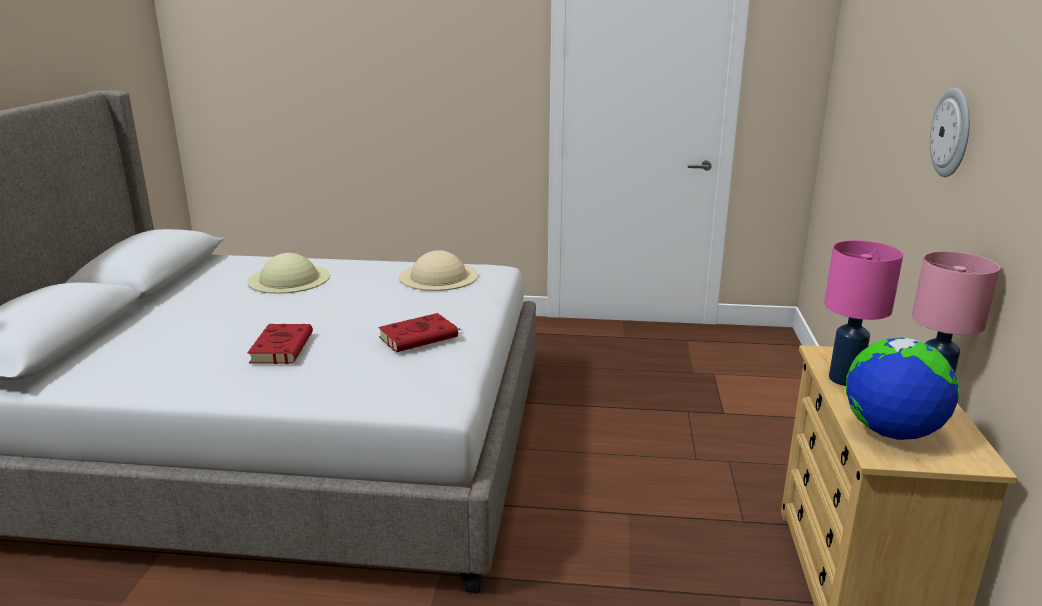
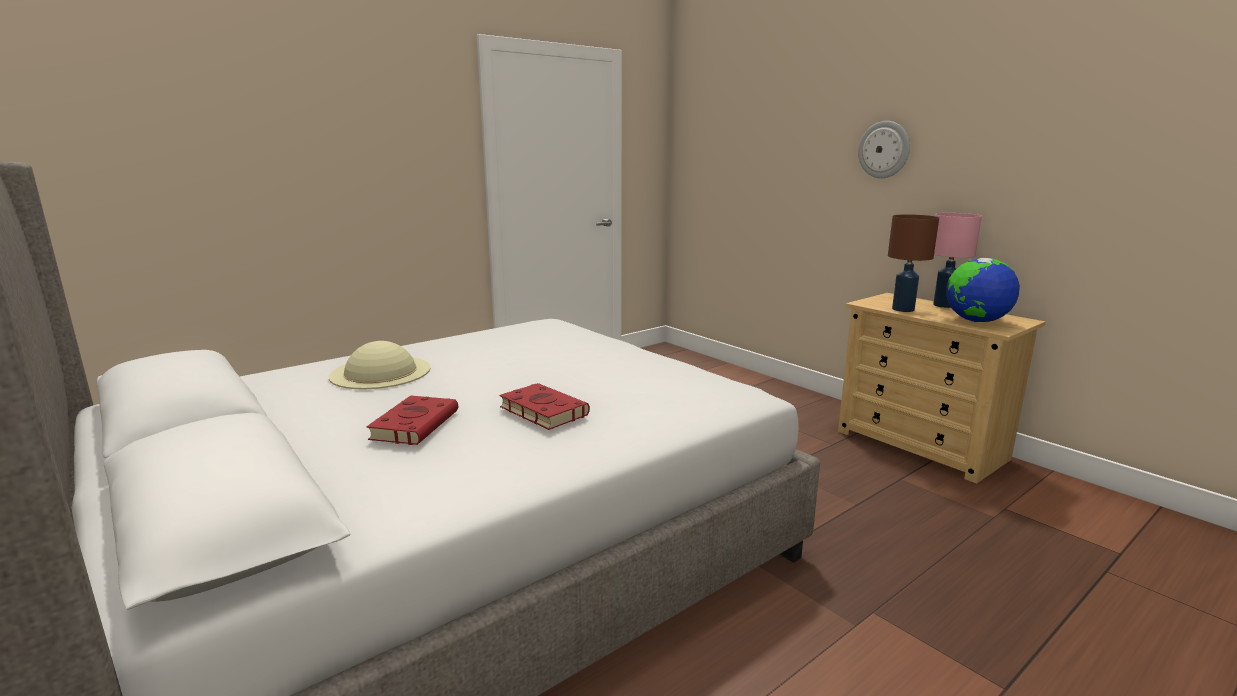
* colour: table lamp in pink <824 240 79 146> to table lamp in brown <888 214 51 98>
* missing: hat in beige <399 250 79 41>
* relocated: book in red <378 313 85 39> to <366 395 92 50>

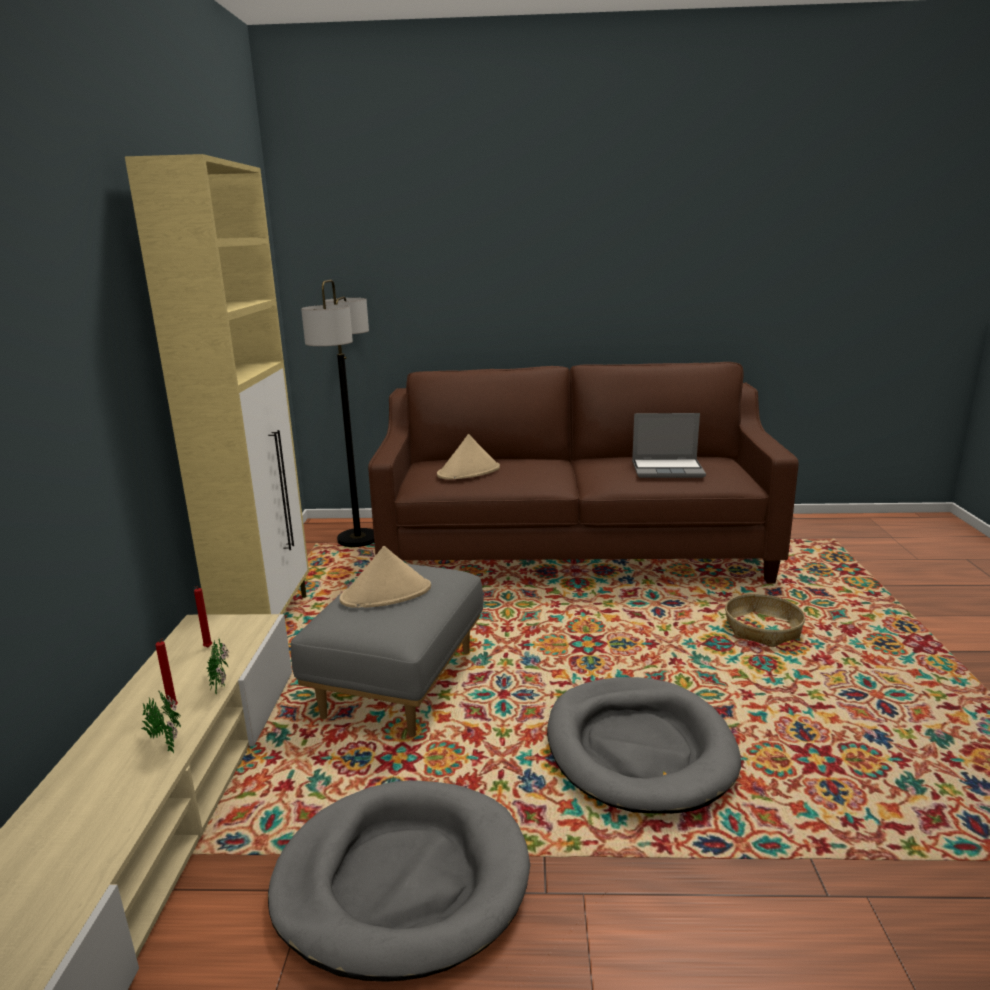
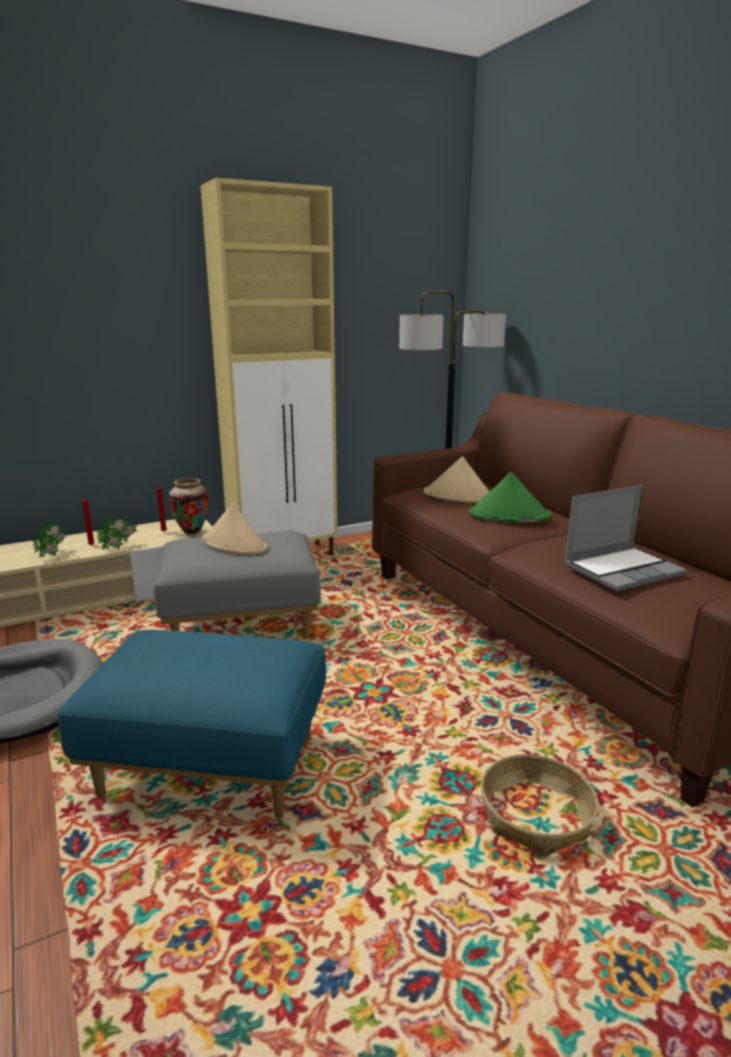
* spun: laptop <632 413 74 65> = <564 485 123 107> 90 degrees counterclockwise
* exchanged: dog bed in grey <547 677 194 137> to ottoman in blue <58 630 268 189>
* appeared: hat in green <469 472 82 51>
* appeared: vase <168 478 41 57>

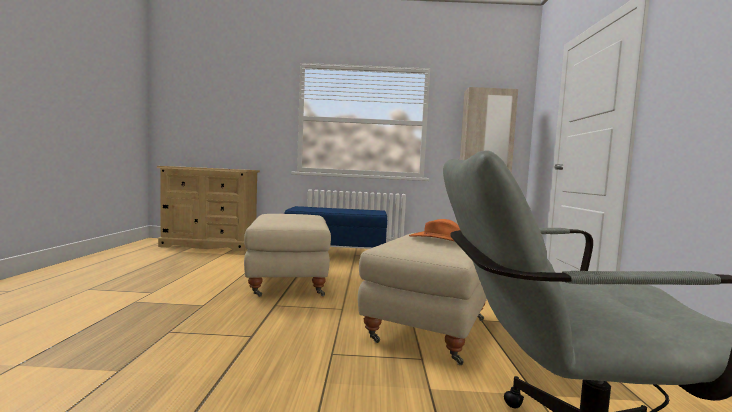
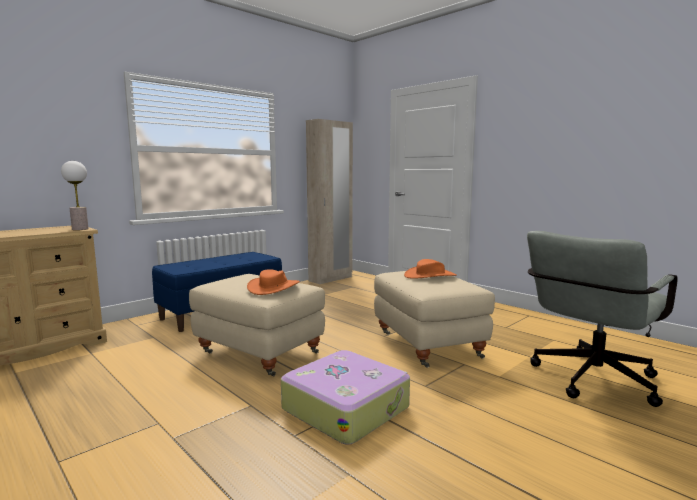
* appeared: table lamp <61 161 28 69>
* appeared: hat in orange <247 269 53 26>
* appeared: suitcase <281 350 129 95>

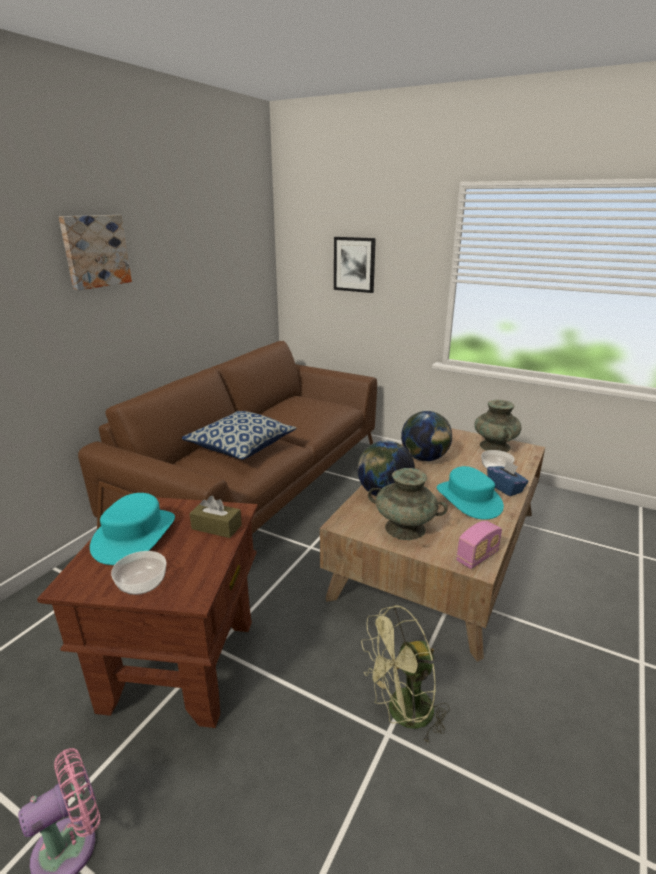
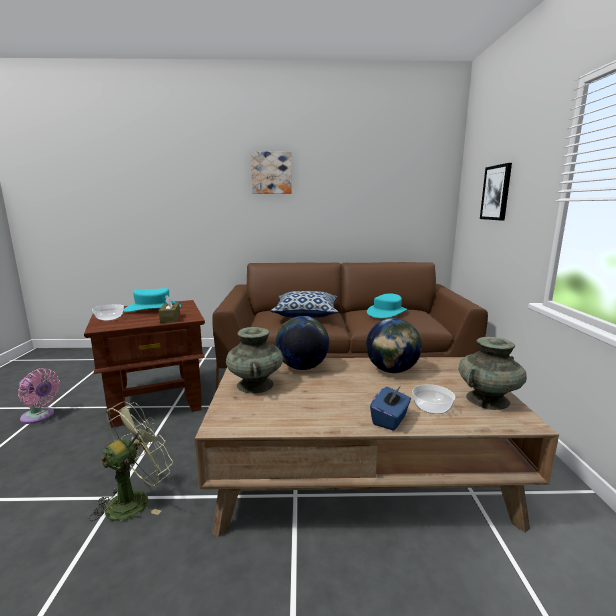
* relocated: hat in turquoise <437 466 67 54> to <367 293 40 25>
* missing: radio <457 521 45 48>
* spun: fan in green <361 605 89 140> = <89 402 84 119> 90 degrees clockwise

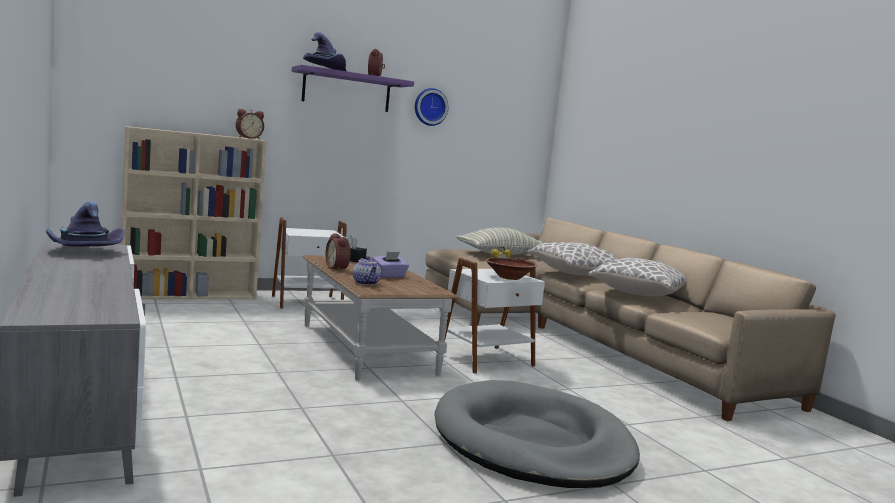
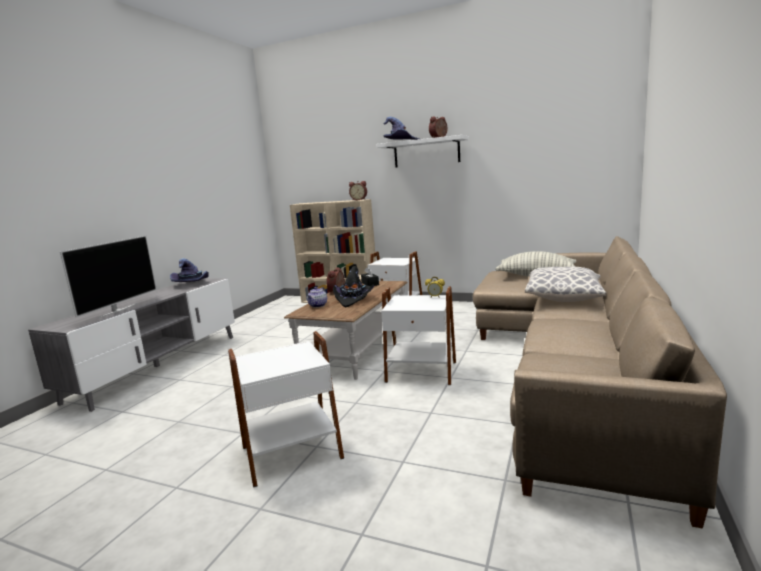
* colour: shelf in purple <292 65 122 47> to shelf in white <376 135 93 32>
* missing: wall clock <415 88 33 38>
* exchanged: tissue box in purple <372 252 37 26> to hat in black <333 266 42 41>
* missing: bowl in brown <486 258 51 22>
* missing: pillow <588 258 98 38>
* exchanged: dog bed in grey <435 380 205 108> to side table in white <228 331 116 156>
* appeared: television <60 236 97 82>

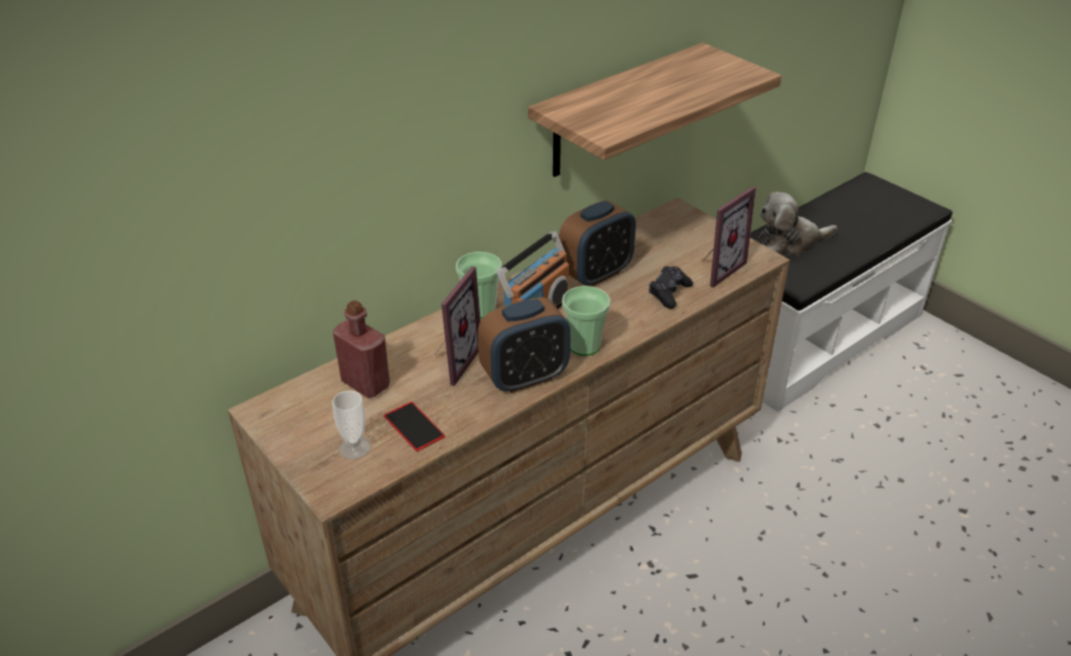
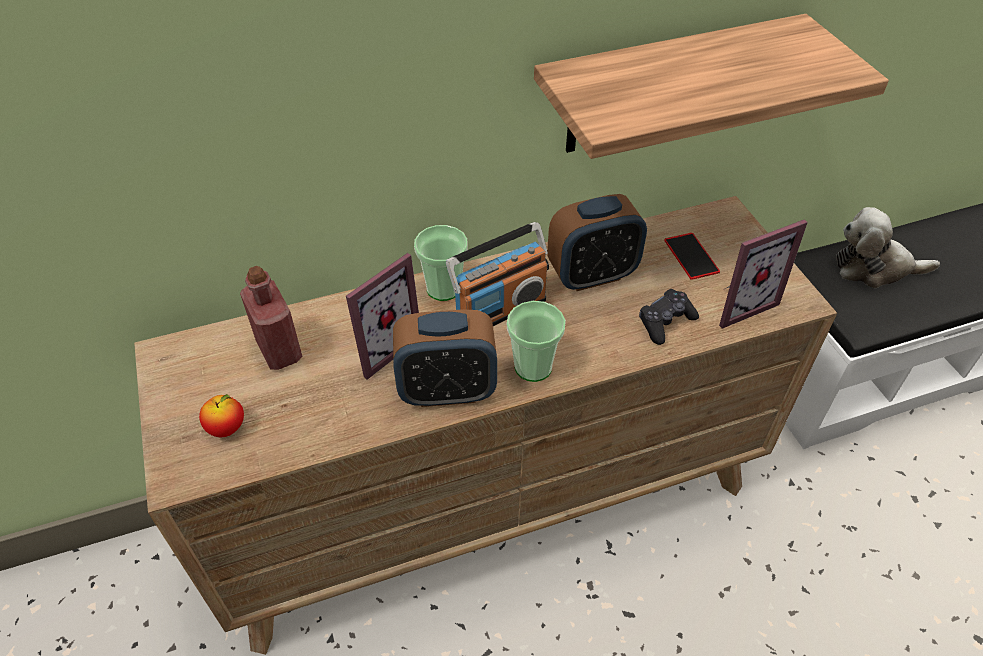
* exchanged: cup <332 390 39 69> to apple <199 394 45 43>
* relocated: phone <384 402 61 50> to <664 233 56 47>

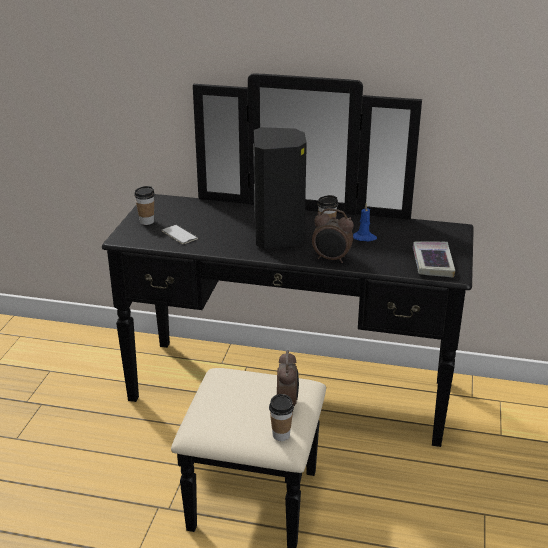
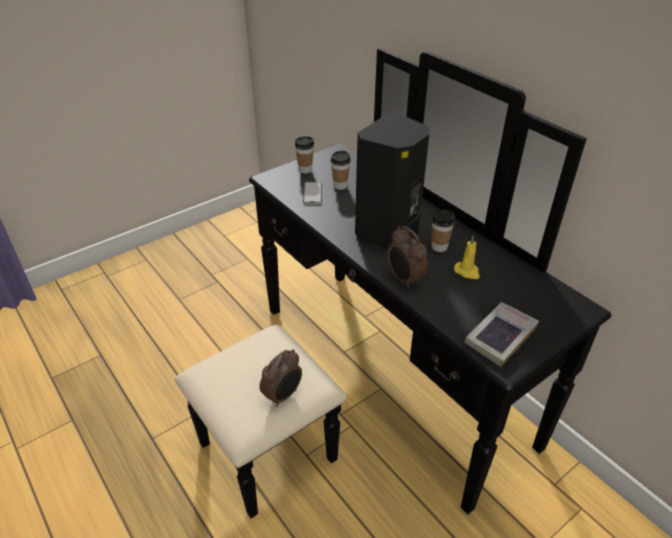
* colour: candle in blue <353 202 24 39> to candle in yellow <454 235 26 44>
* relocated: cup <269 394 25 47> to <331 150 20 40>

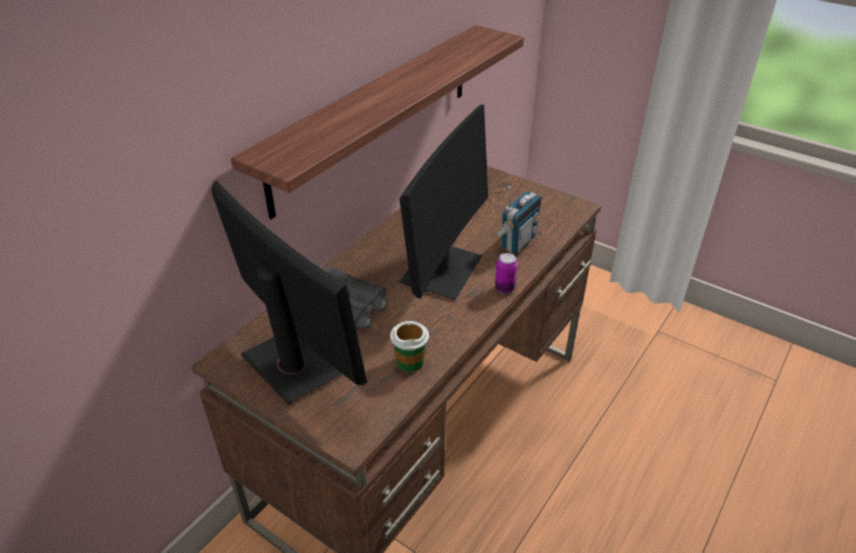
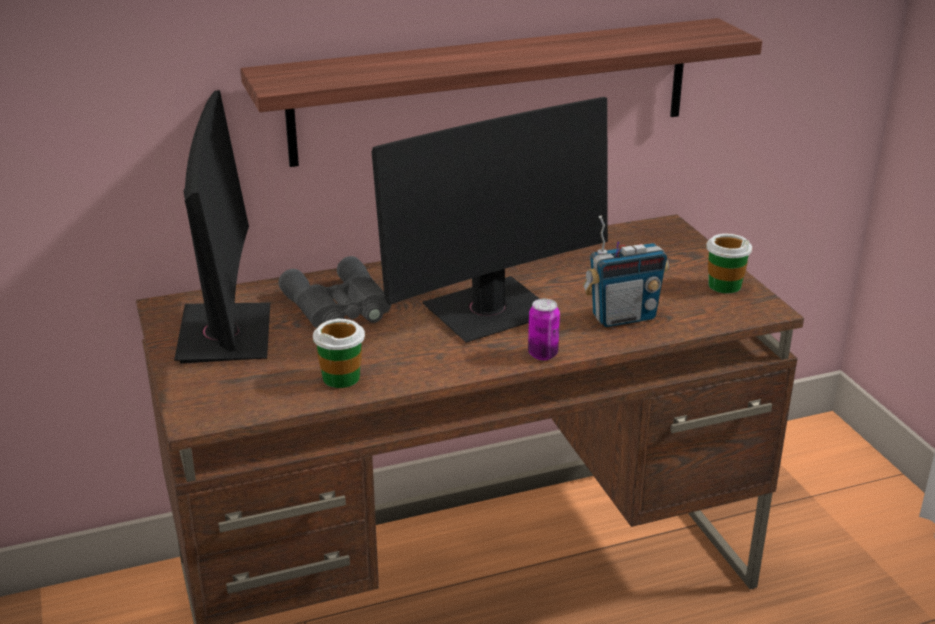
* appeared: cup <706 234 46 59>

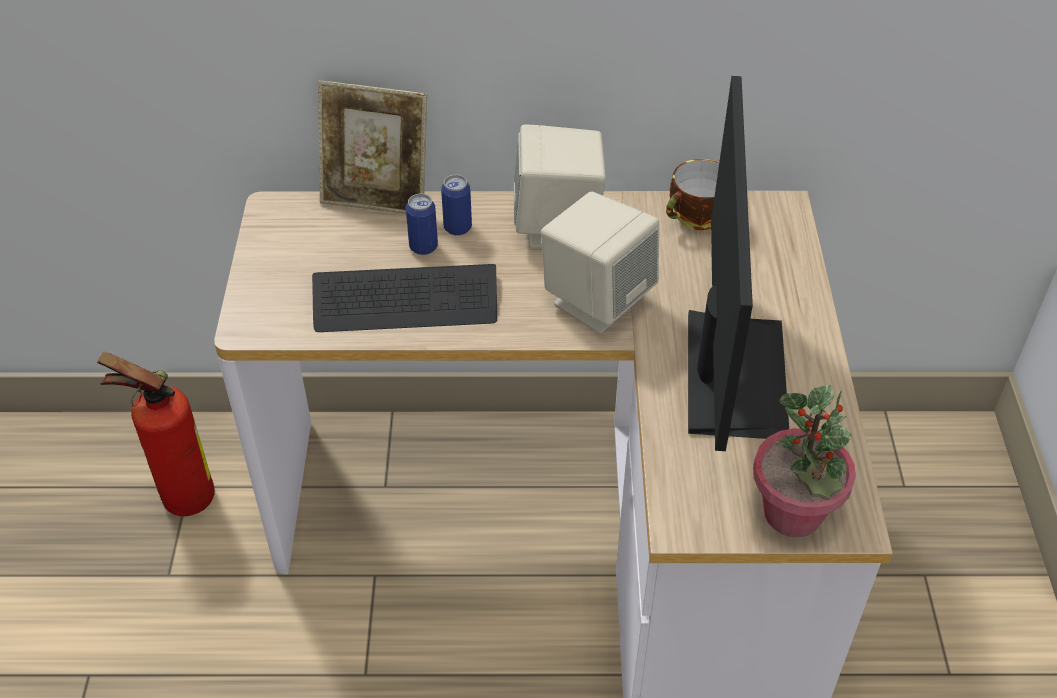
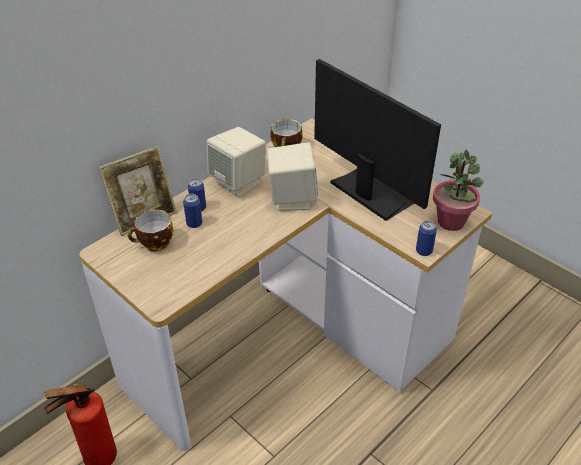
* missing: keyboard <312 264 185 68>
* appeared: cup <128 209 45 42>
* appeared: can <416 220 21 36>

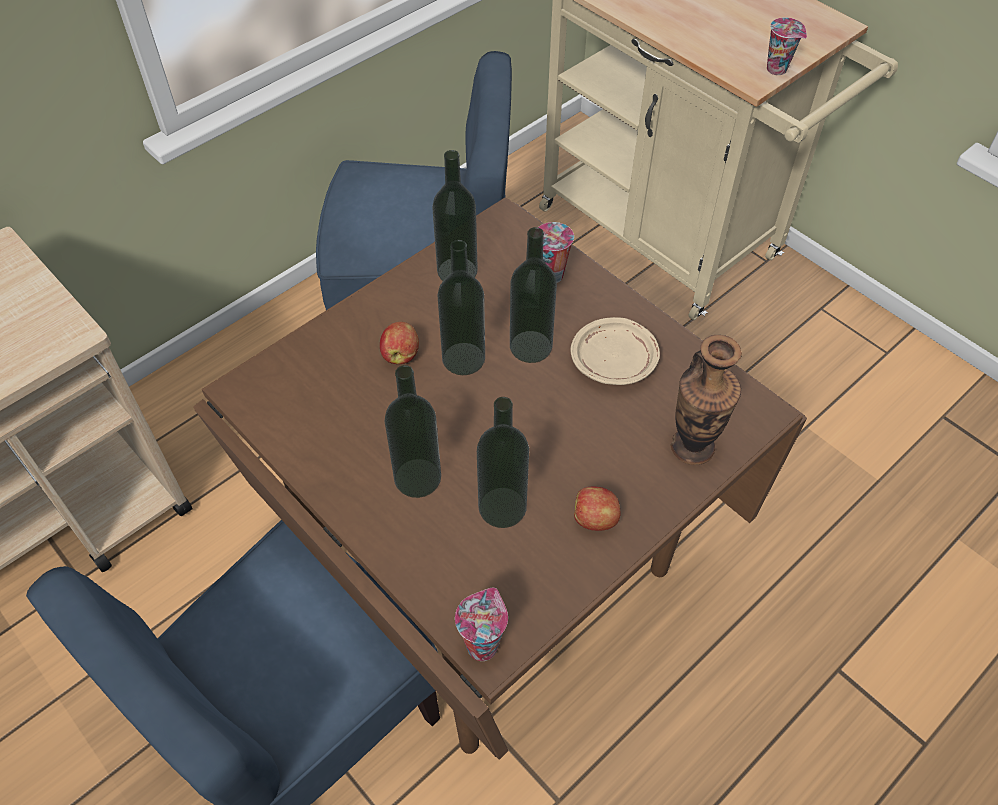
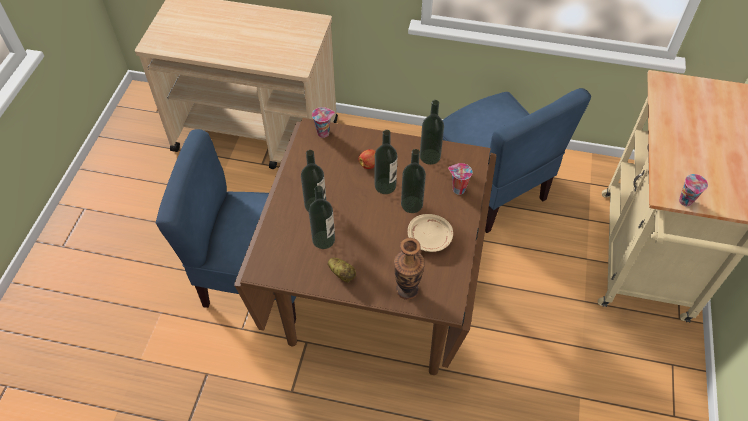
* exchanged: apple <574 486 47 45> to potato <328 258 28 25>
* relocated: cup <455 588 53 73> to <312 107 23 31>

